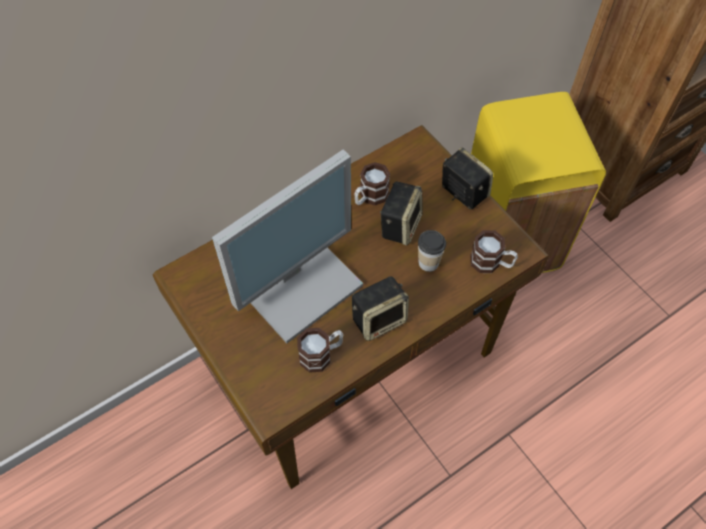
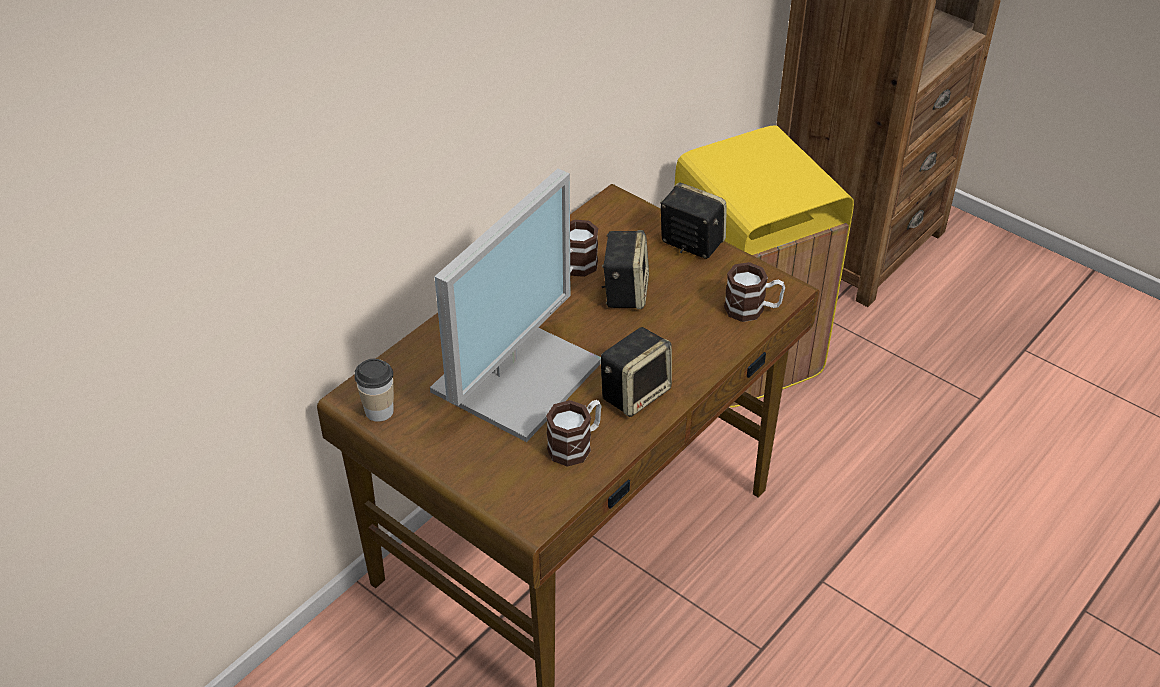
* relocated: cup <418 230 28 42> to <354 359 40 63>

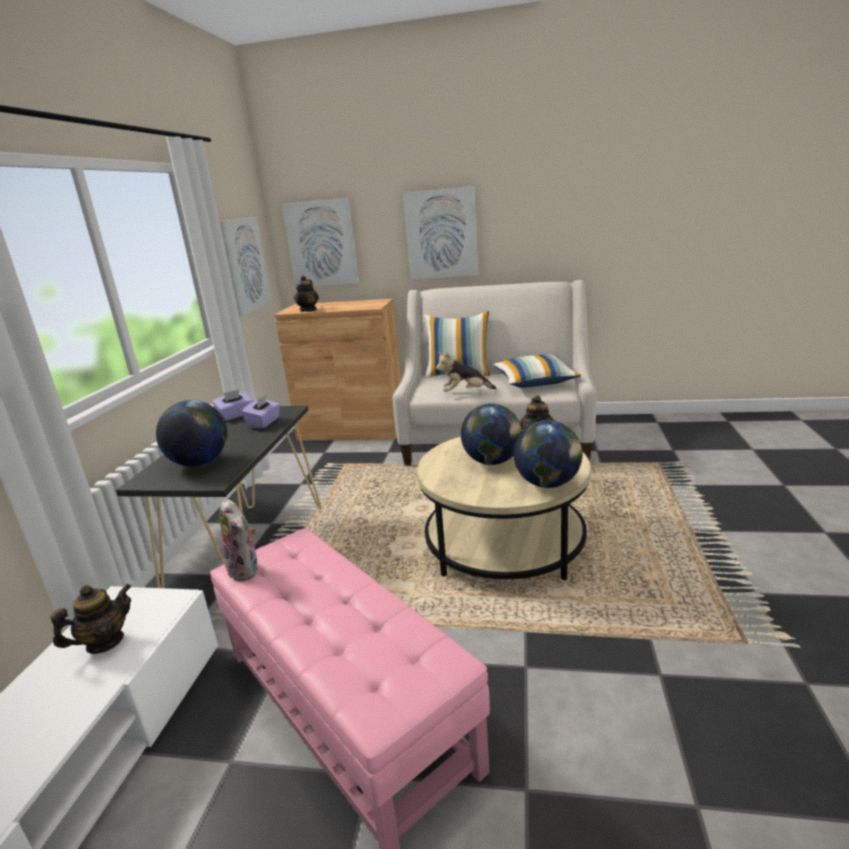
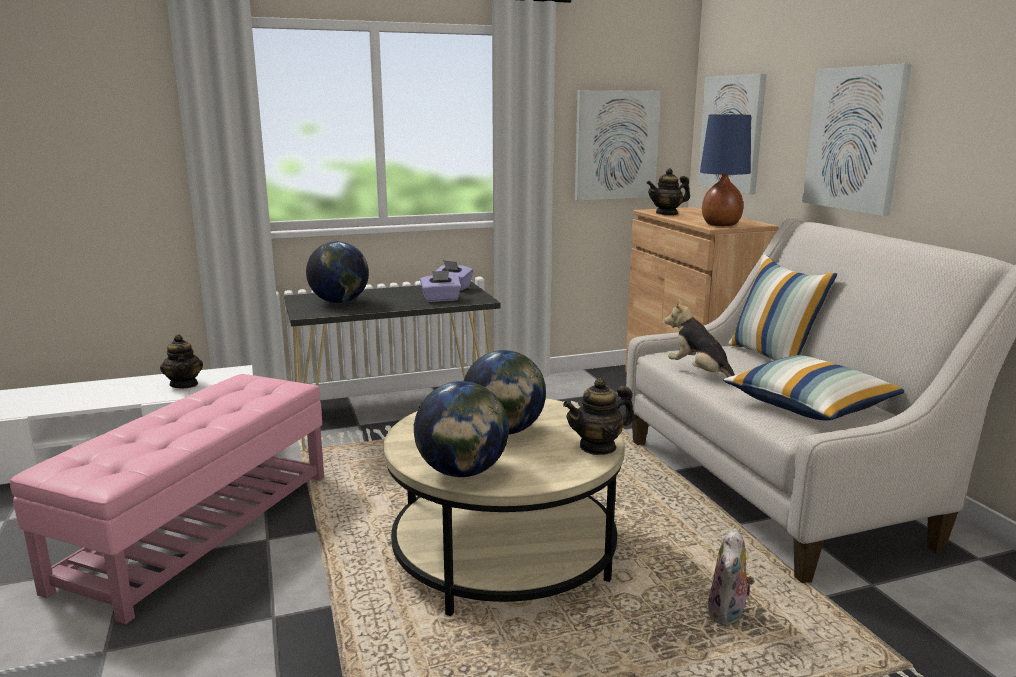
* relocated: plush toy <219 498 39 83> to <708 528 47 98>
* spun: teapot <51 584 81 70> = <160 334 43 55> 45 degrees clockwise
* appeared: table lamp in blue <700 115 51 111>

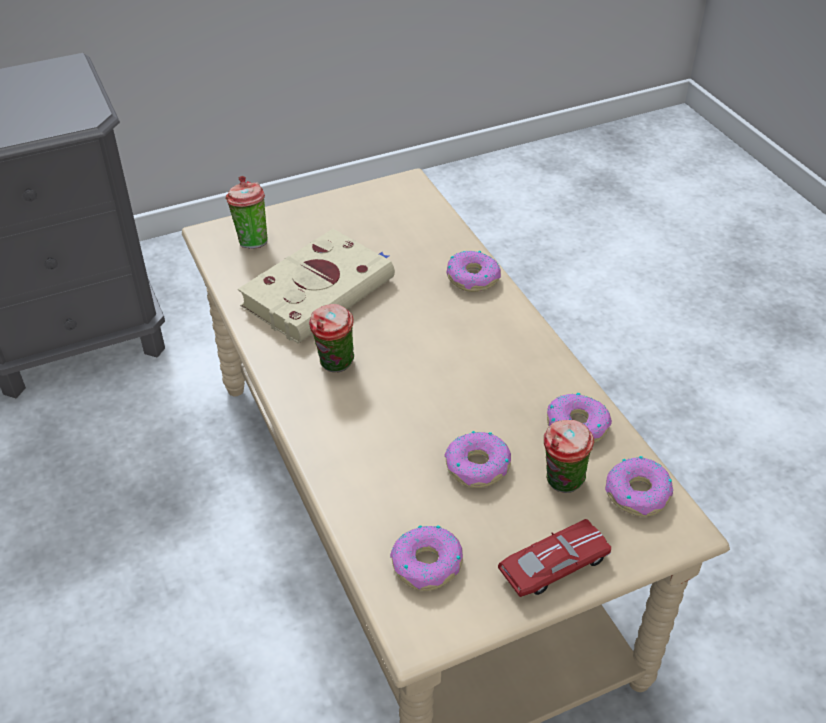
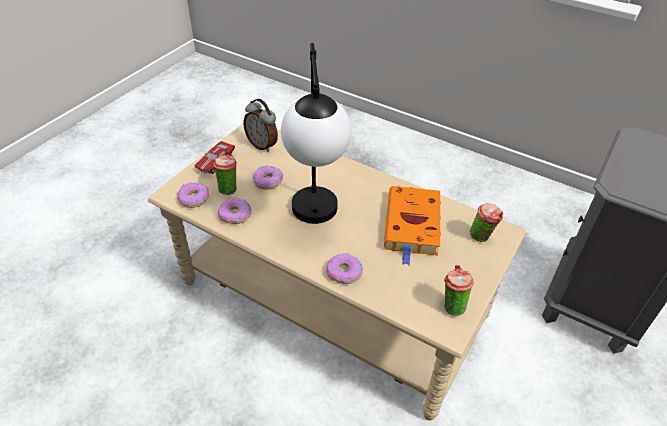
* colour: book in beige <238 229 157 114> to book in orange <384 186 57 80>
* relocated: cup <309 304 45 68> to <444 265 30 51>
* exchanged: donut <390 525 73 66> to alarm clock <243 99 35 53>
* appeared: table lamp <281 43 71 181>

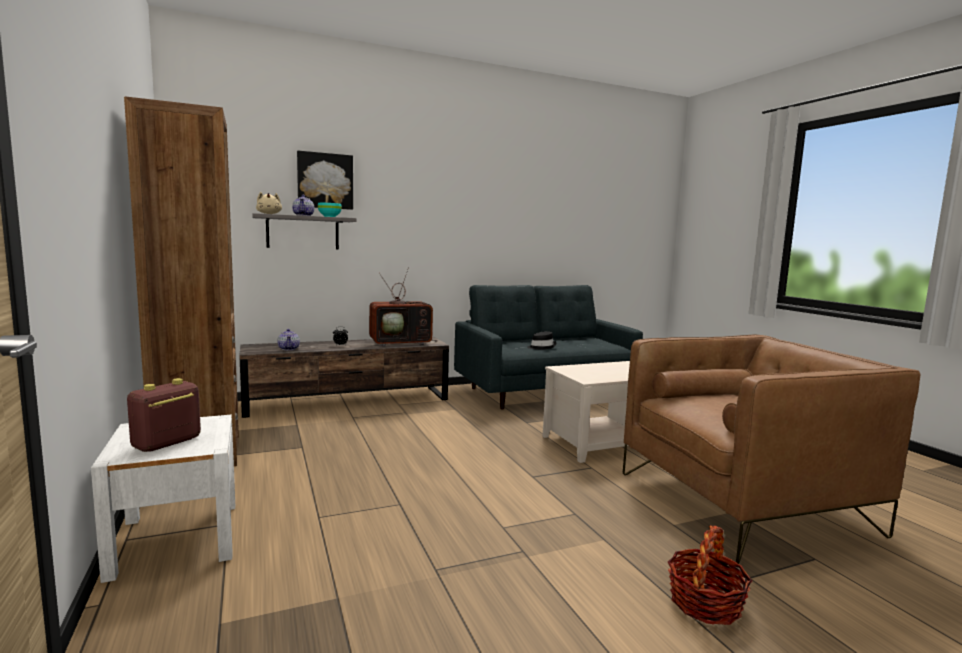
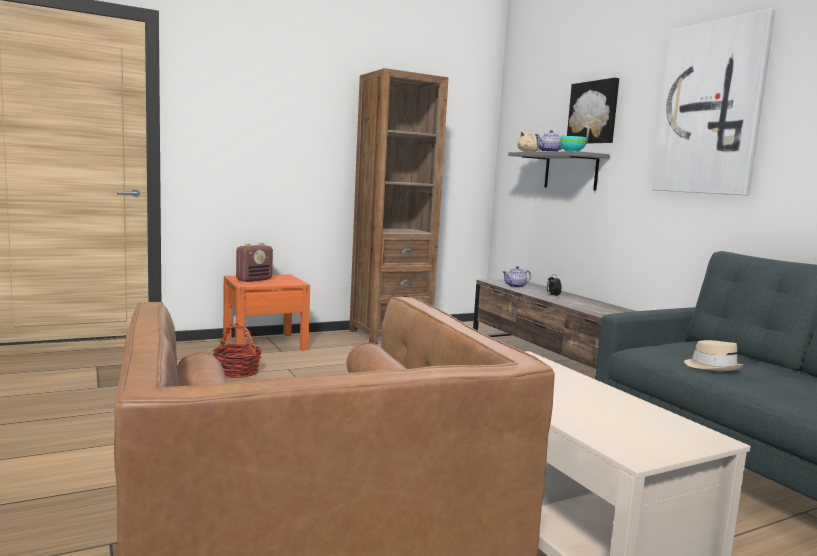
* missing: television <369 267 69 80>
* colour: hat in black <527 331 30 19> to hat in beige <684 340 60 31>
* spun: radio <127 378 74 74> = <236 243 37 39> 105 degrees clockwise
* colour: nightstand in white <91 415 144 168> to nightstand in orange <223 274 87 77>
* relocated: basket <668 525 84 100> to <213 323 49 55>
* appeared: picture <651 8 124 187>

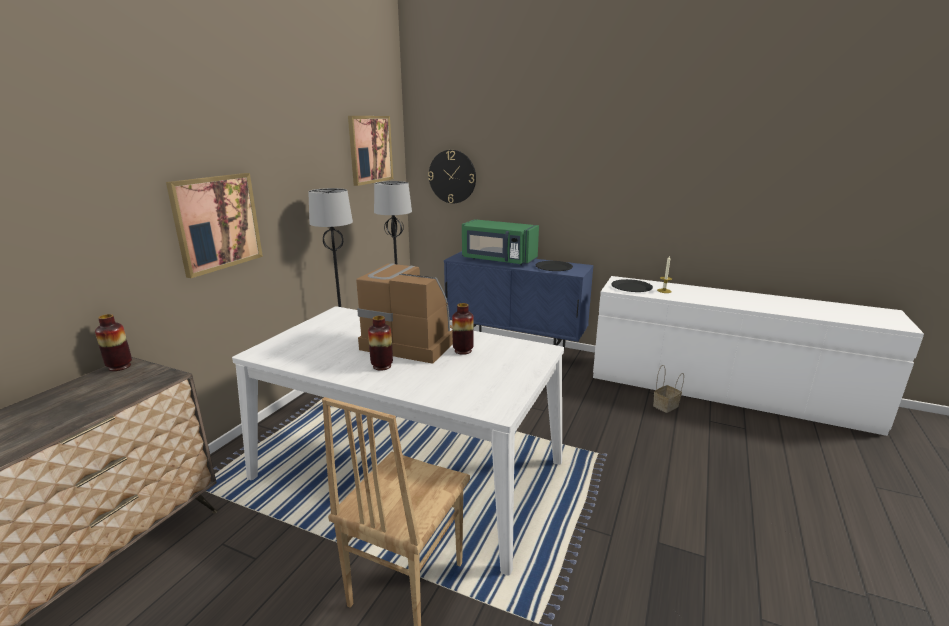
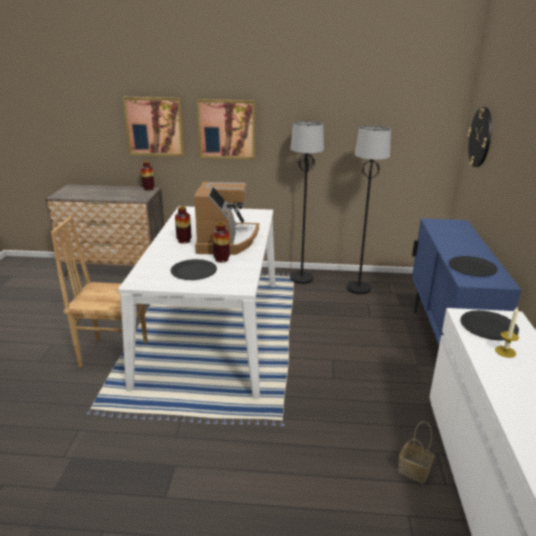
* relocated: picture <348 116 45 70> to <123 97 61 59>
* missing: microwave in green <462 219 77 47>
* appeared: plate in black <170 259 47 21>

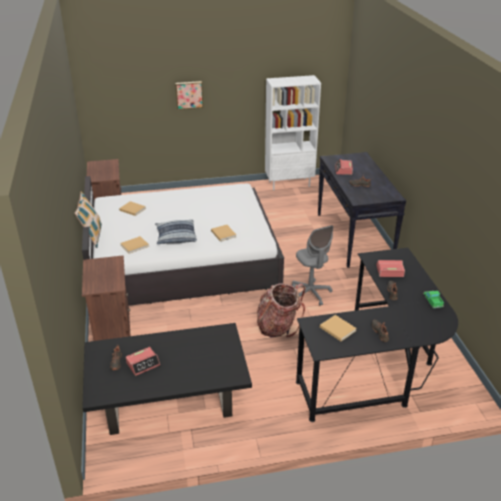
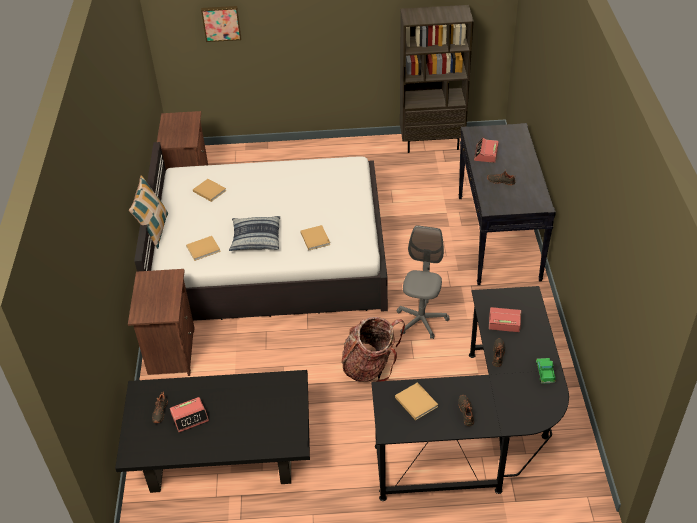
* colour: bookcase in white <265 75 56 115> to bookcase in brown <400 5 74 148>
* relocated: picture <175 81 28 29> to <201 6 40 36>
* spun: office chair in grey <292 225 41 81> = <397 225 52 114> 150 degrees counterclockwise

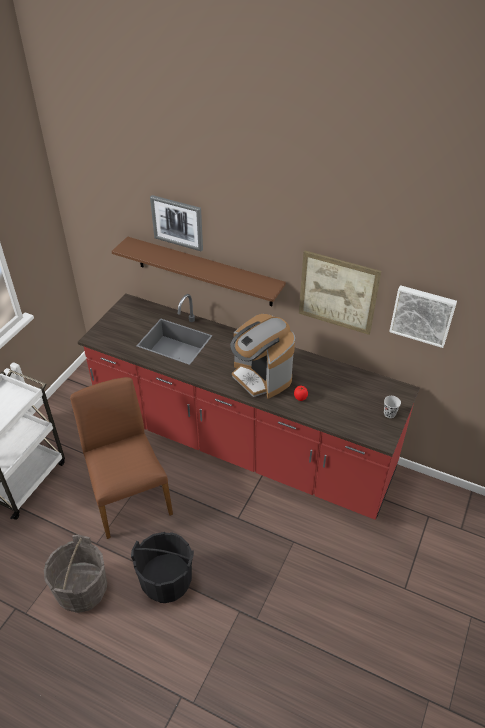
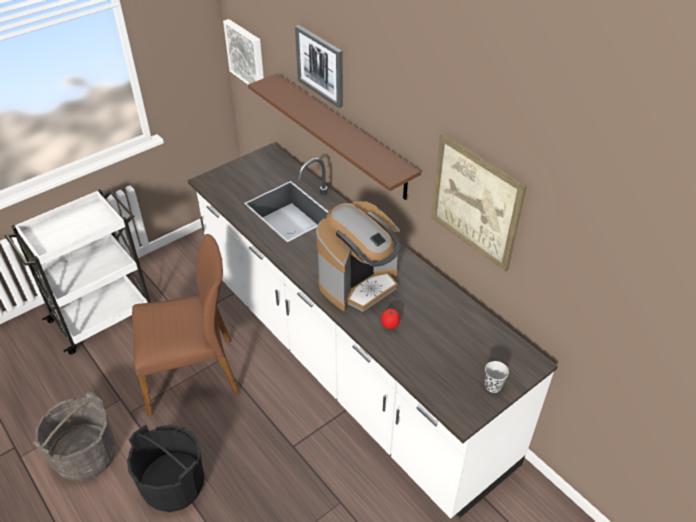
* relocated: picture <389 285 68 63> to <223 19 41 65>
* colour: counter in red <78 294 342 226> to counter in white <188 143 370 376>
* spun: coffee machine <230 314 65 85> = <316 201 85 111> 120 degrees counterclockwise
* spun: chair in brown <70 377 103 162> = <132 234 108 181> 75 degrees clockwise

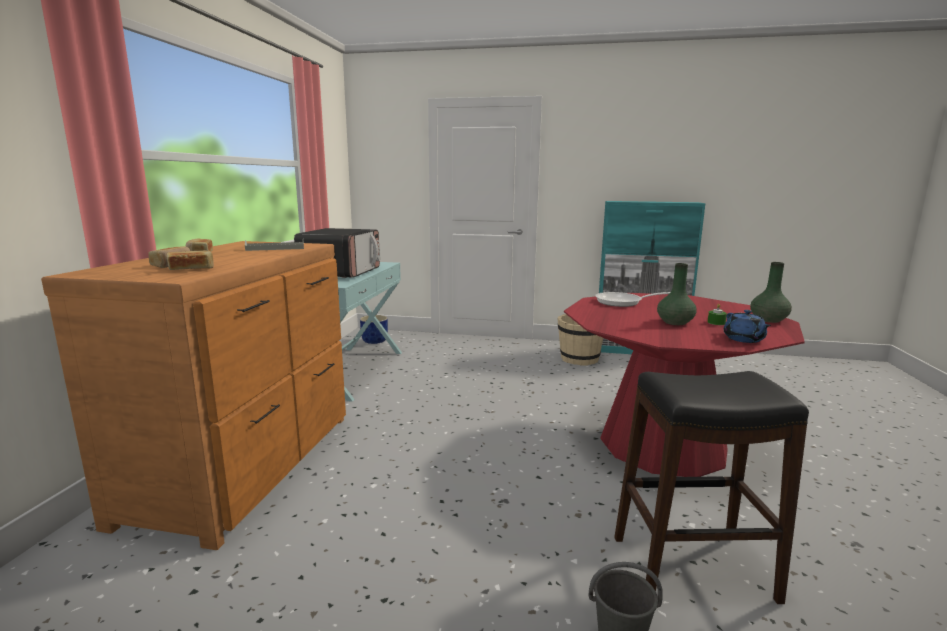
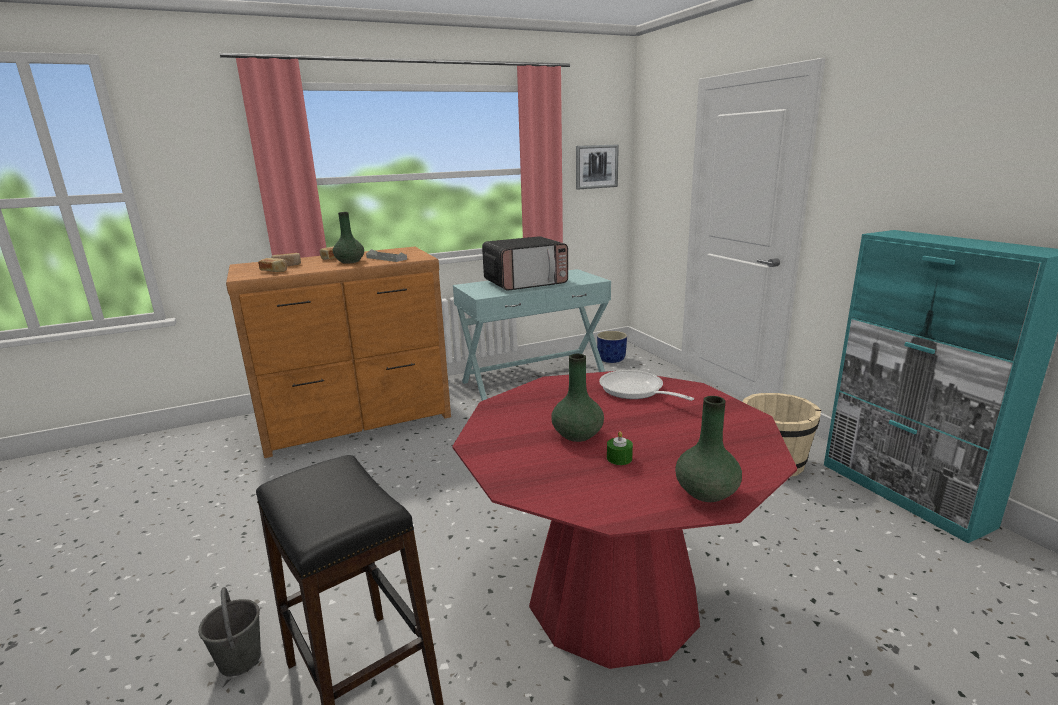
* missing: teapot in blue <724 310 47 33>
* appeared: picture <576 144 43 45>
* appeared: vase in green <333 212 31 52>

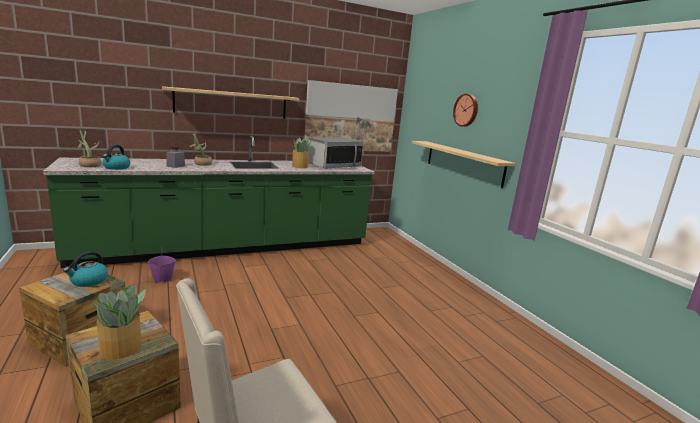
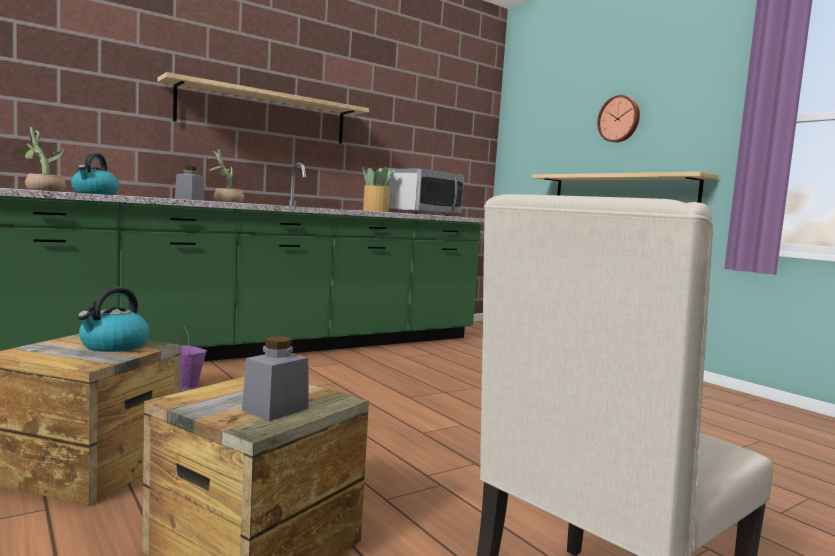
* missing: picture <304 80 94 72>
* exchanged: potted plant <93 284 53 76> to jar in grey <242 336 67 85>

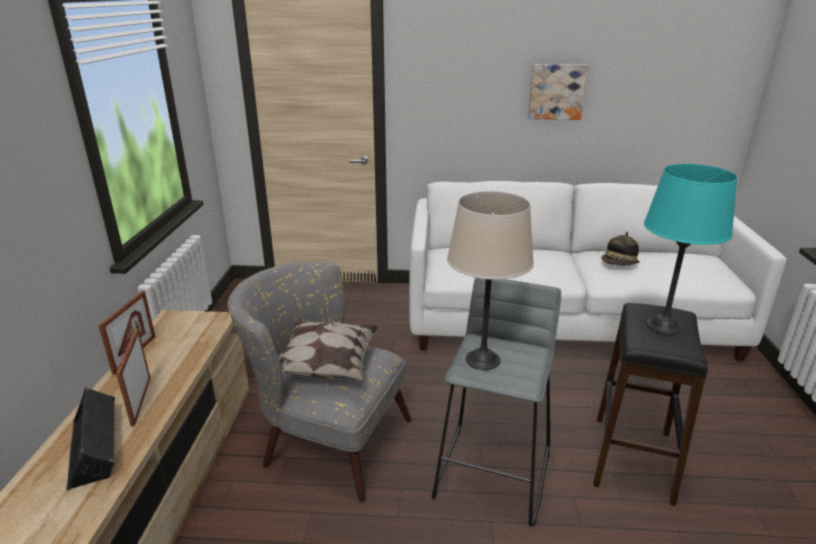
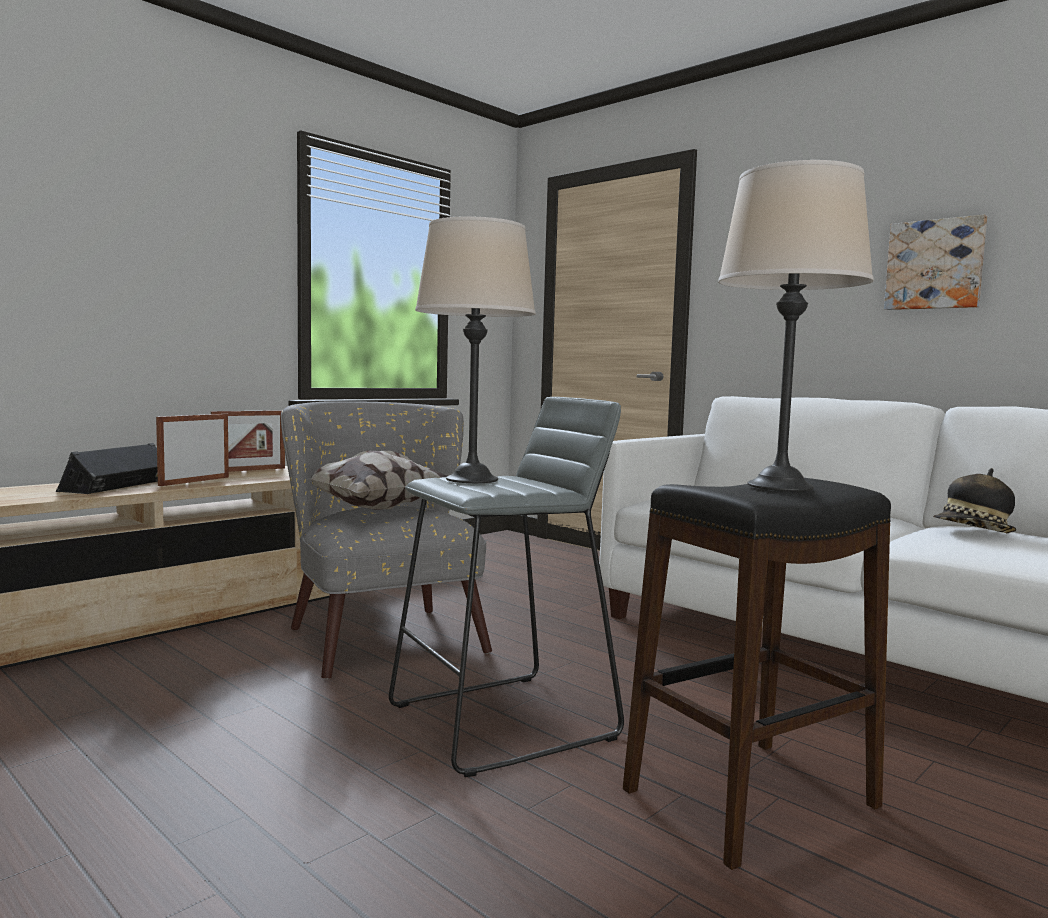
* colour: table lamp in turquoise <644 164 94 171> to table lamp in beige <718 160 156 331>

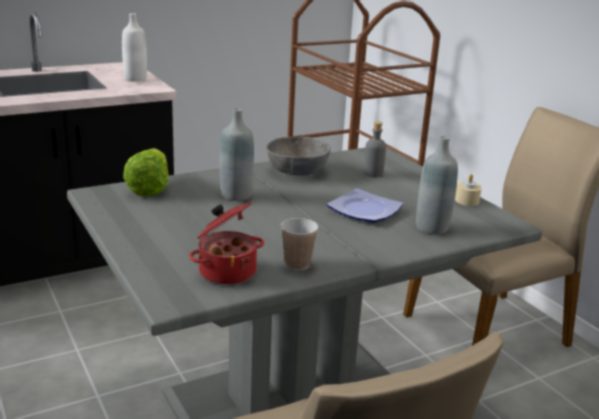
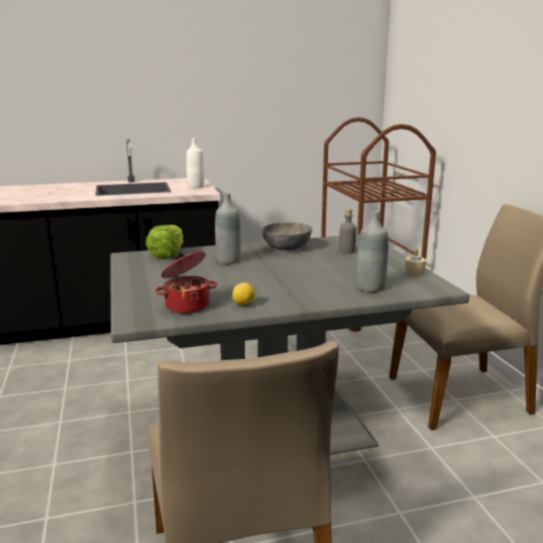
* missing: plate <326 189 77 33>
* exchanged: cup <281 218 37 52> to lemon <232 282 23 23>

